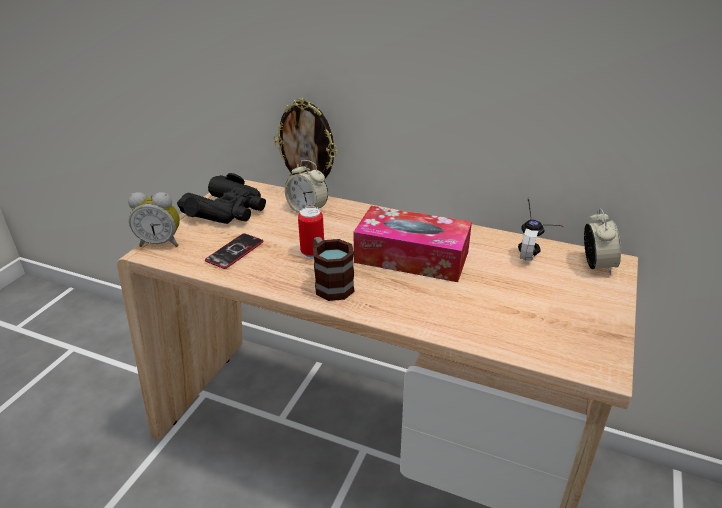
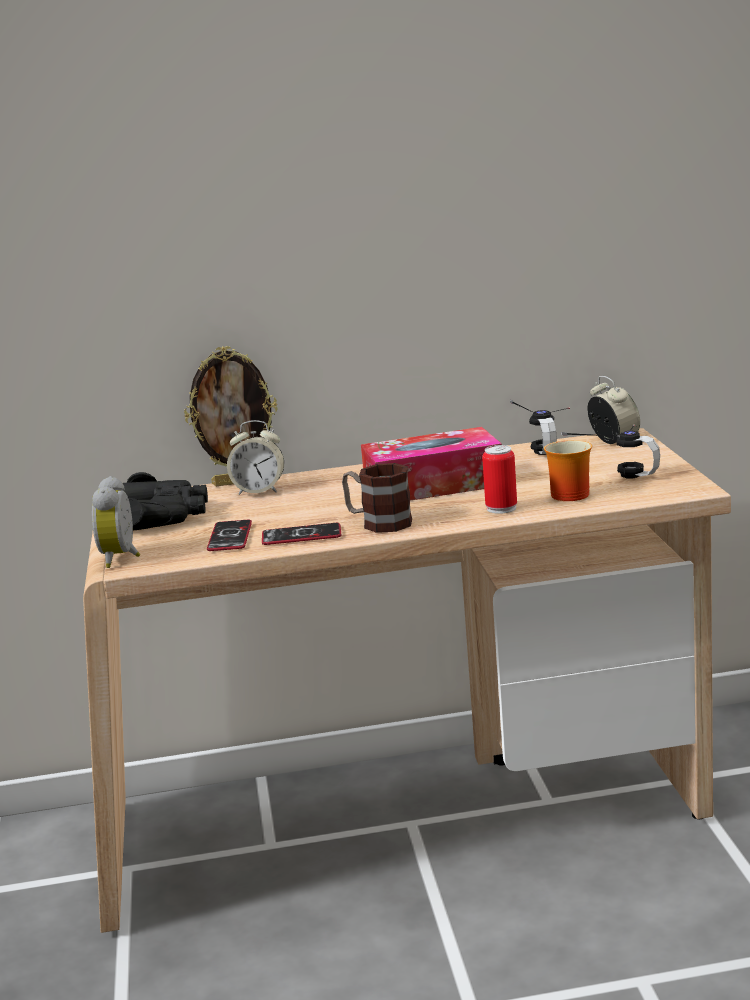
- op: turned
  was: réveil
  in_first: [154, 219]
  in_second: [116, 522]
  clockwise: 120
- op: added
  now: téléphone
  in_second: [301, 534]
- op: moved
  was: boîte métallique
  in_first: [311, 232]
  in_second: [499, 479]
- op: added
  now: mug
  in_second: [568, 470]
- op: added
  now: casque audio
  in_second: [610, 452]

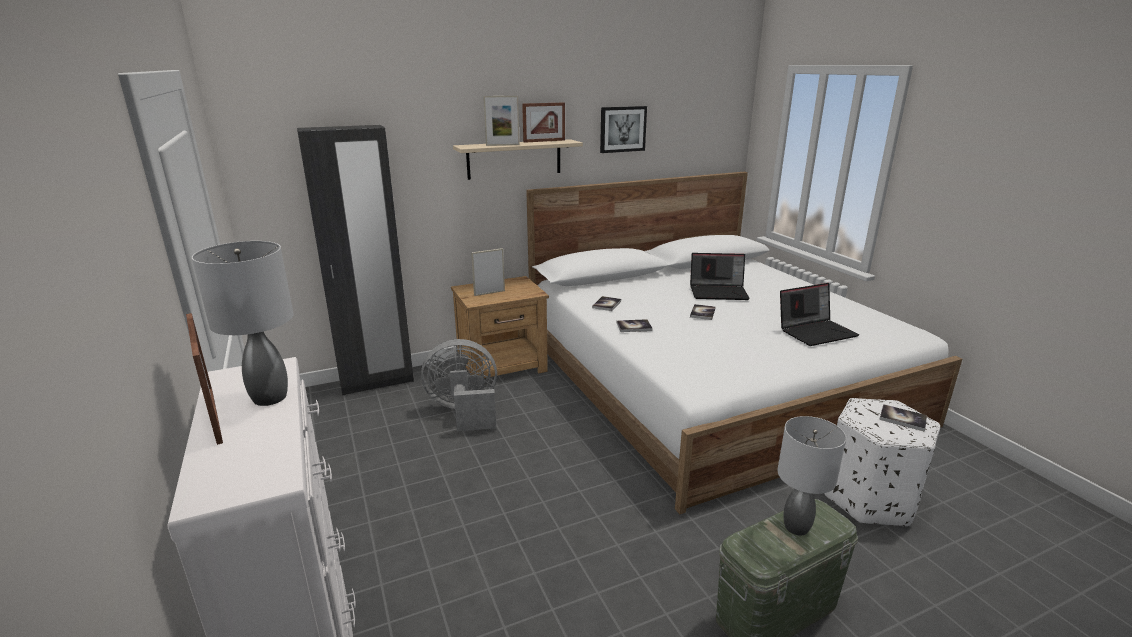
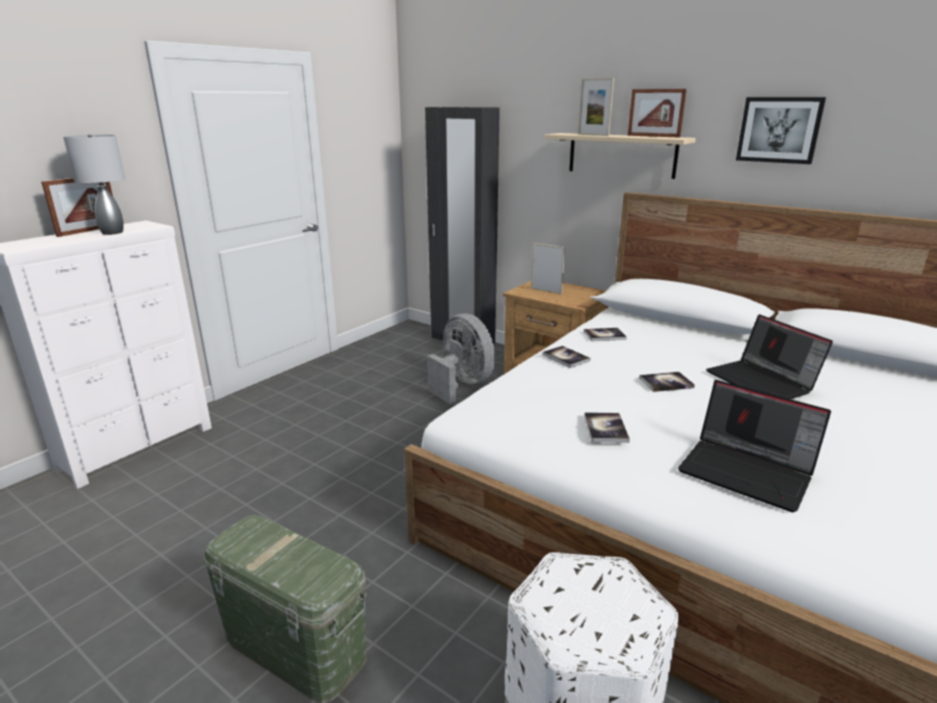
- op: moved
  was: livre
  in_first: [903, 418]
  in_second: [607, 427]
- op: removed
  was: lampe de table (gris)
  in_first: [811, 476]

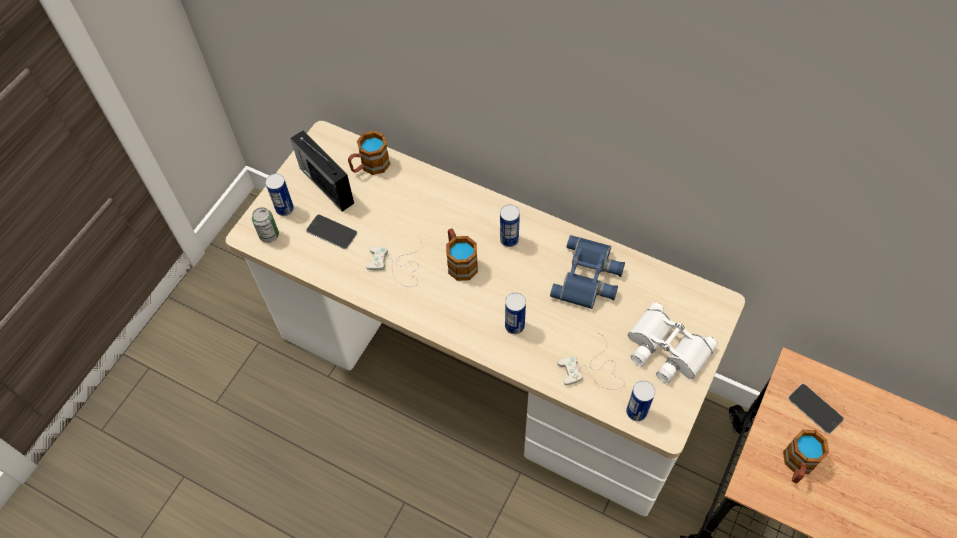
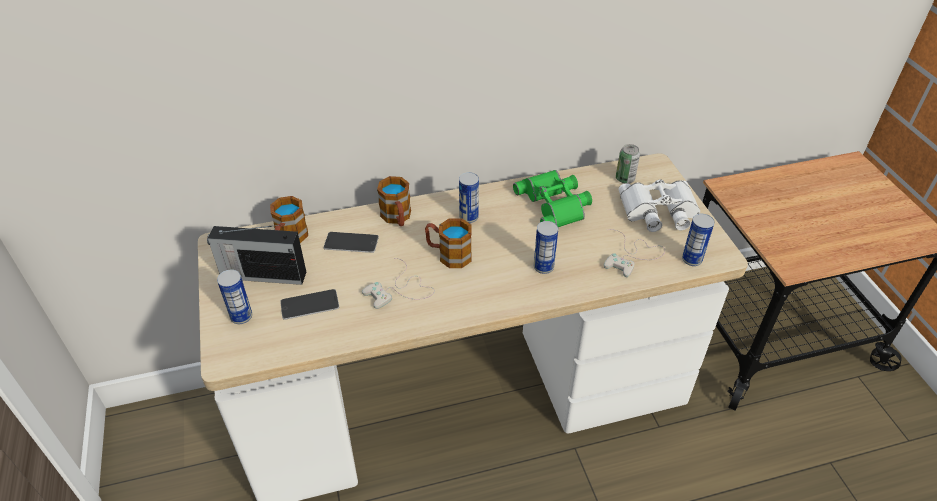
- op: moved
  was: téléphone
  in_first: [816, 409]
  in_second: [351, 242]
- op: moved
  was: mug
  in_first: [806, 456]
  in_second: [394, 201]
- op: recoloured
  was: jumelles (bleu)
  now: jumelles (vert)
  in_first: [587, 272]
  in_second: [552, 198]
- op: moved
  was: boîte métallique
  in_first: [265, 225]
  in_second: [628, 163]

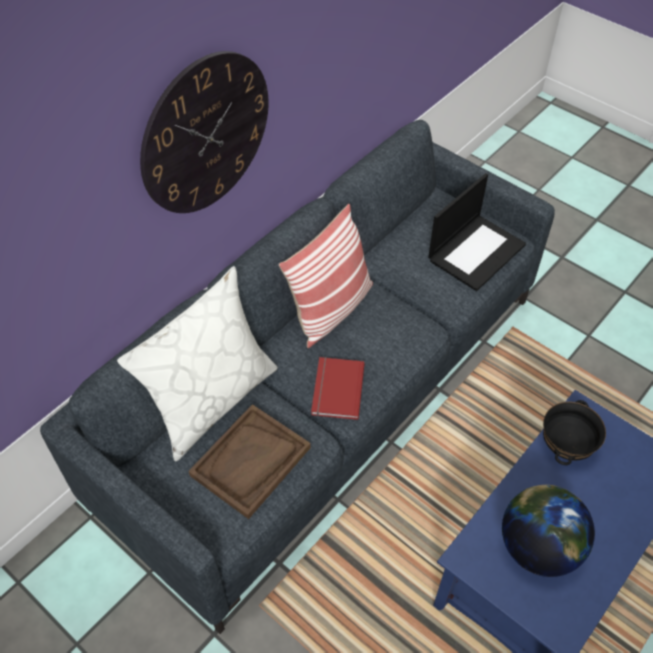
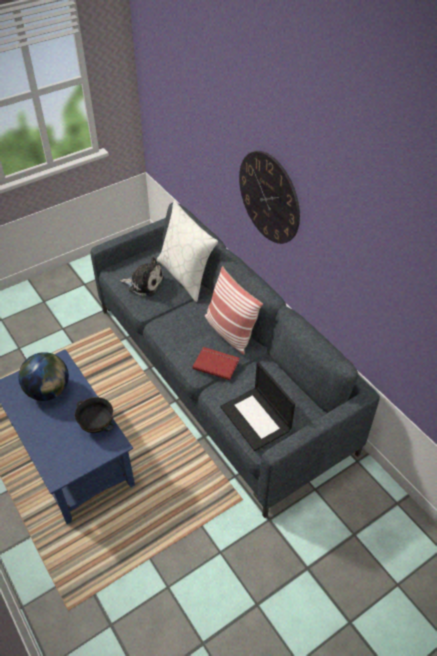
- op: replaced
  was: plateau (marron)
  now: peluche
  in_first: [249, 461]
  in_second: [142, 276]
- op: moved
  was: livre (rouge)
  in_first: [338, 388]
  in_second: [215, 363]

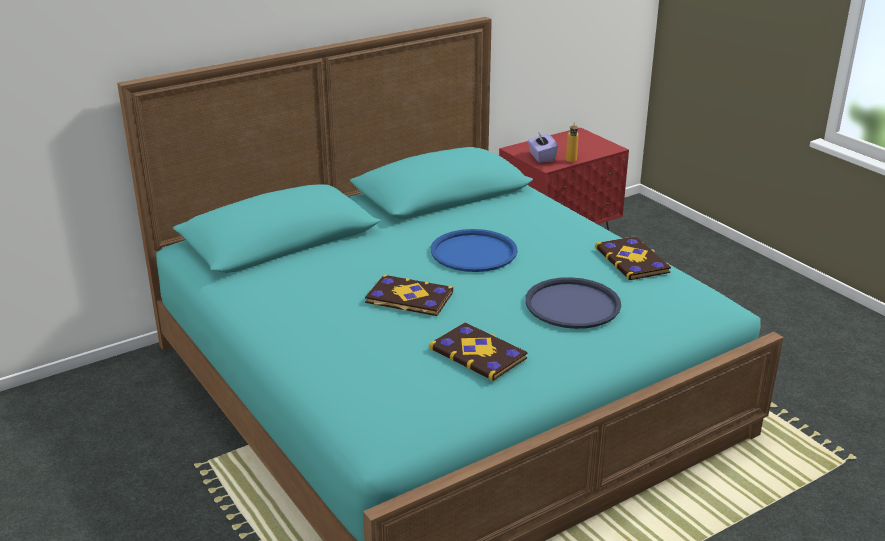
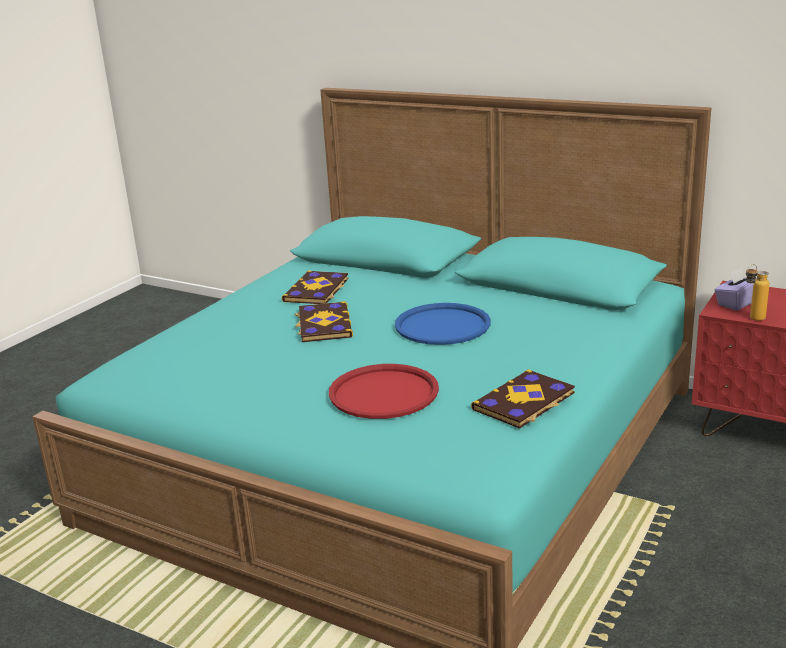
- op: moved
  was: livre
  in_first: [478, 352]
  in_second: [315, 287]
- op: recoloured
  was: plateau (bleu)
  now: plateau (rouge)
  in_first: [573, 303]
  in_second: [384, 391]

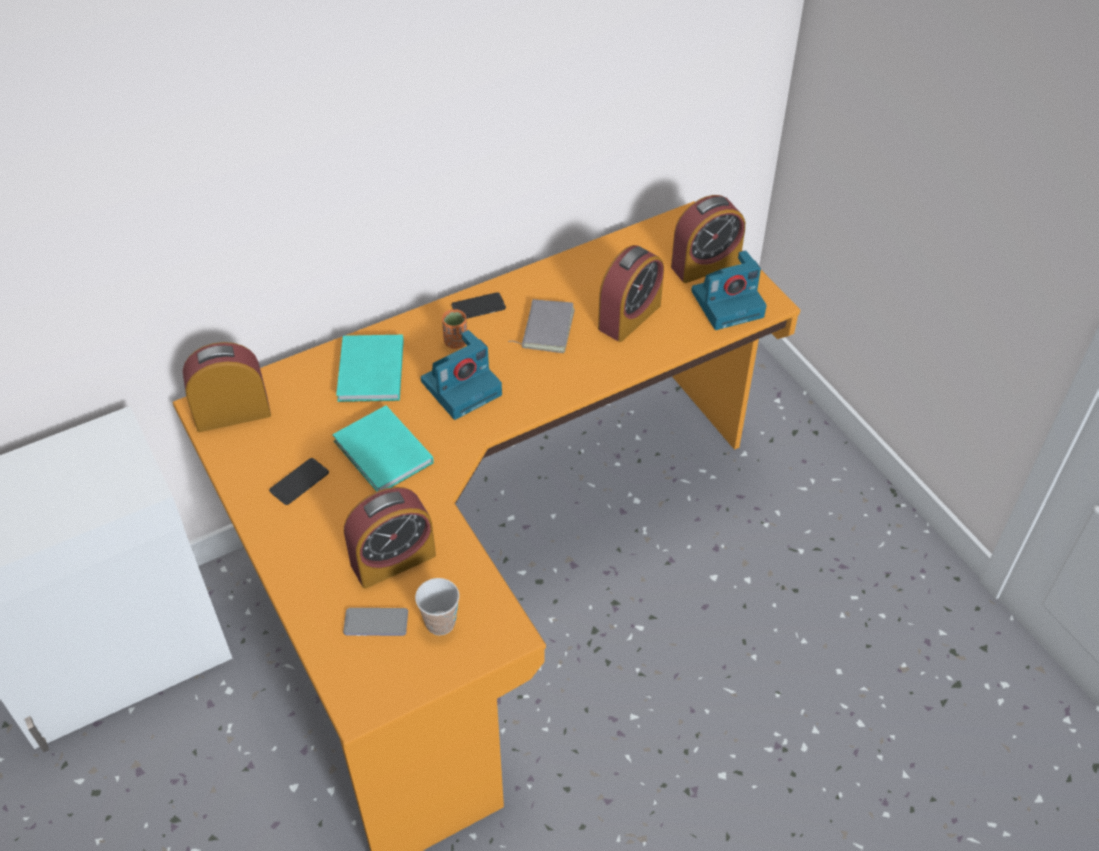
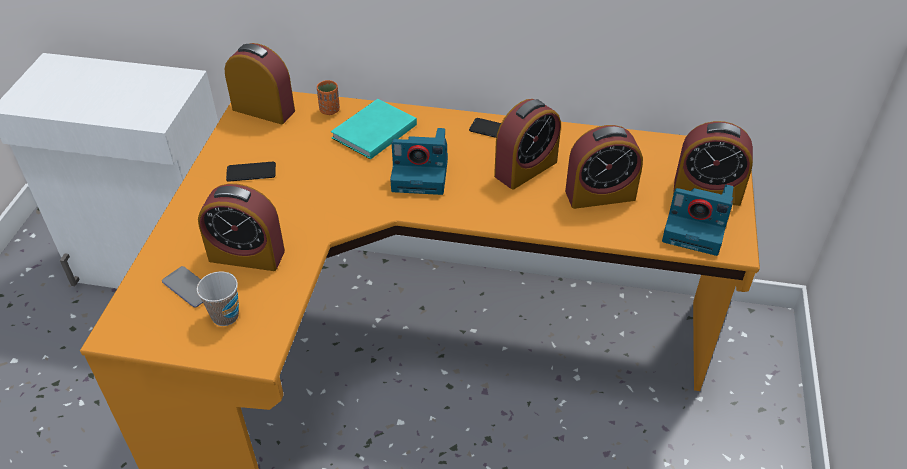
- op: moved
  was: tasse (orange)
  in_first: [454, 329]
  in_second: [328, 97]
- op: replaced
  was: livre (gris)
  now: réveil
  in_first: [541, 326]
  in_second: [527, 144]
- op: removed
  was: livre (turquoise)
  in_first: [383, 448]

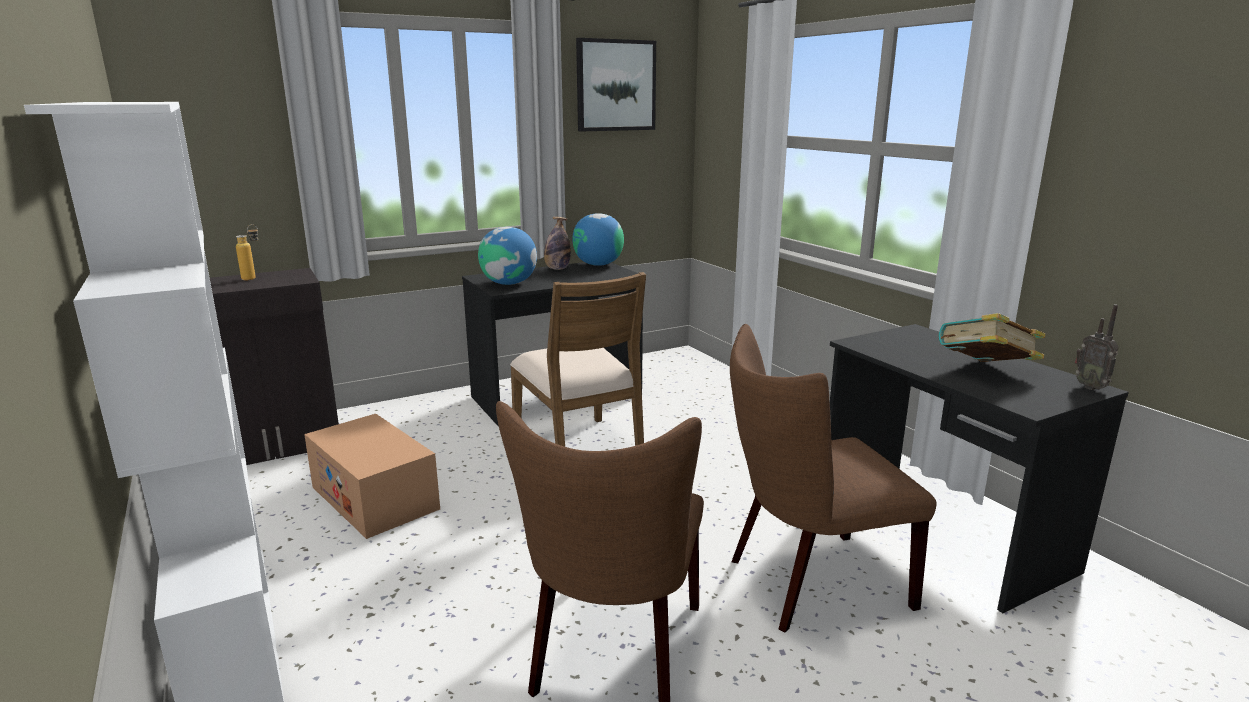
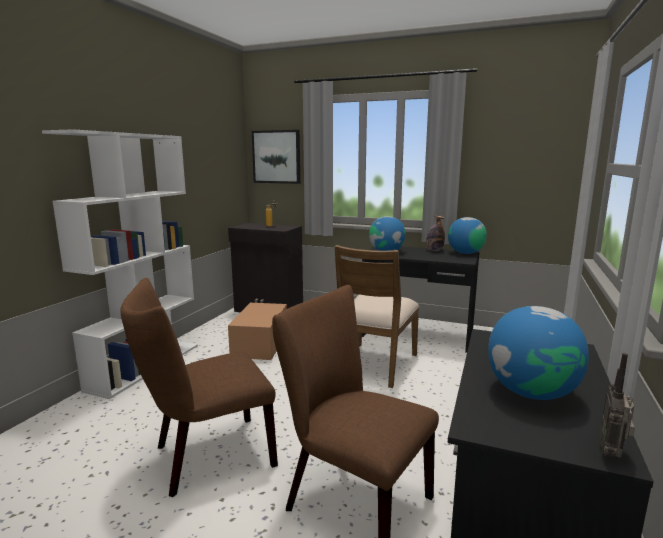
- op: moved
  was: tableau
  in_first: [616, 84]
  in_second: [276, 157]
- op: replaced
  was: livre
  now: globe
  in_first: [991, 337]
  in_second: [538, 353]

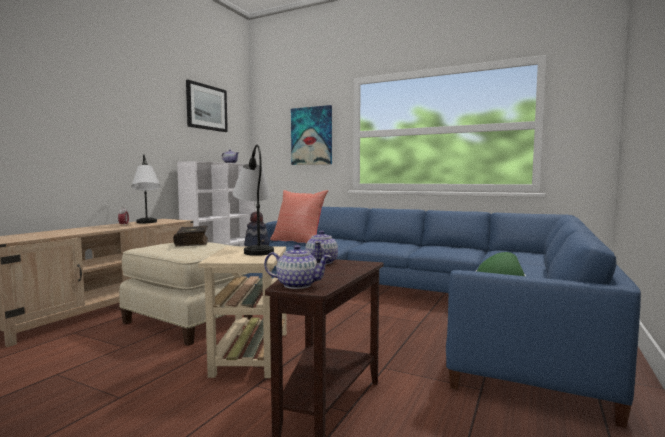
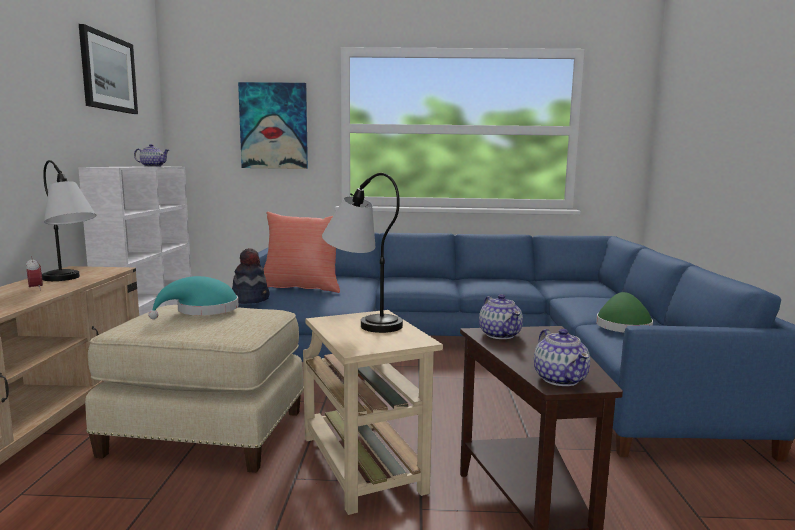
- op: replaced
  was: livre
  now: chapeau (turquoise)
  in_first: [190, 236]
  in_second: [193, 297]
- op: turned
  was: théière
  in_first: [297, 267]
  in_second: [562, 357]
  clockwise: 90

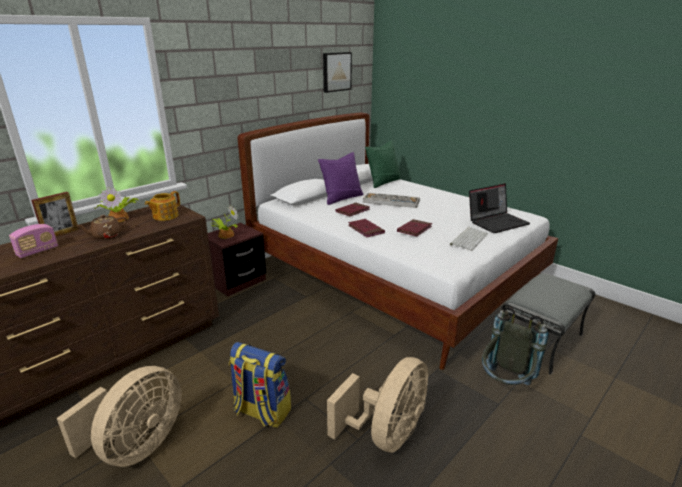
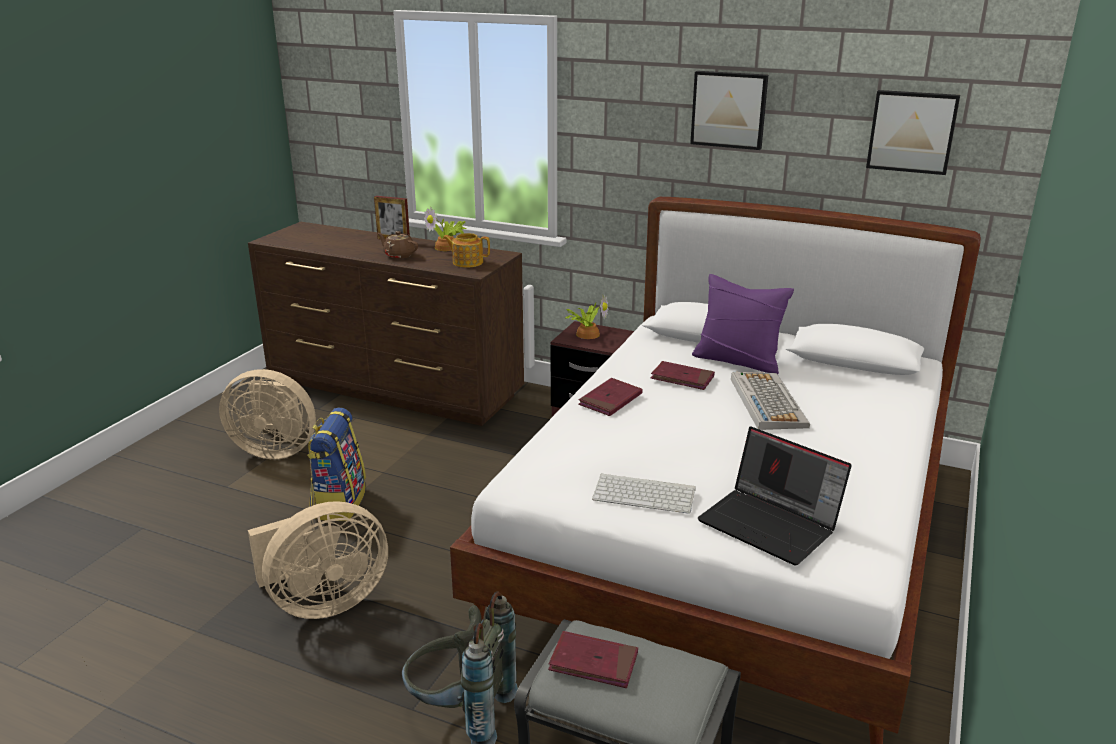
- op: turned
  was: ventilateur (beige)
  in_first: [377, 405]
  in_second: [318, 560]
  clockwise: -45
- op: moved
  was: livre (rouge)
  in_first: [414, 227]
  in_second: [593, 659]
- op: added
  now: tableau
  in_second: [729, 110]
- op: removed
  was: radio
  in_first: [33, 241]
- op: removed
  was: coussin (vert)
  in_first: [383, 164]

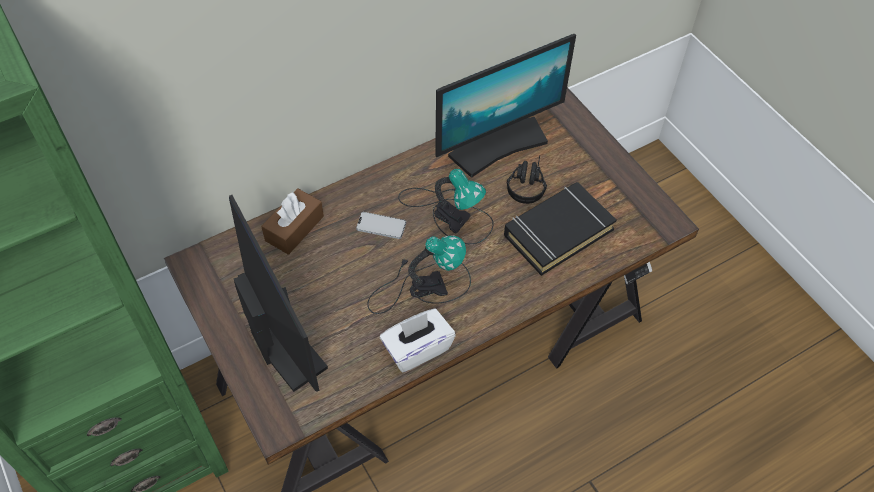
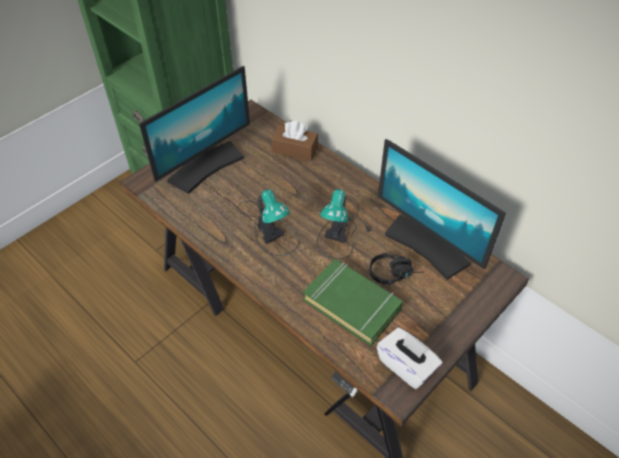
- op: recoloured
  was: livre (noir)
  now: livre (vert)
  in_first: [560, 229]
  in_second: [353, 302]
- op: moved
  was: boîte à mouchoirs (blanc)
  in_first: [418, 340]
  in_second: [409, 358]
- op: removed
  was: téléphone
  in_first: [381, 225]

